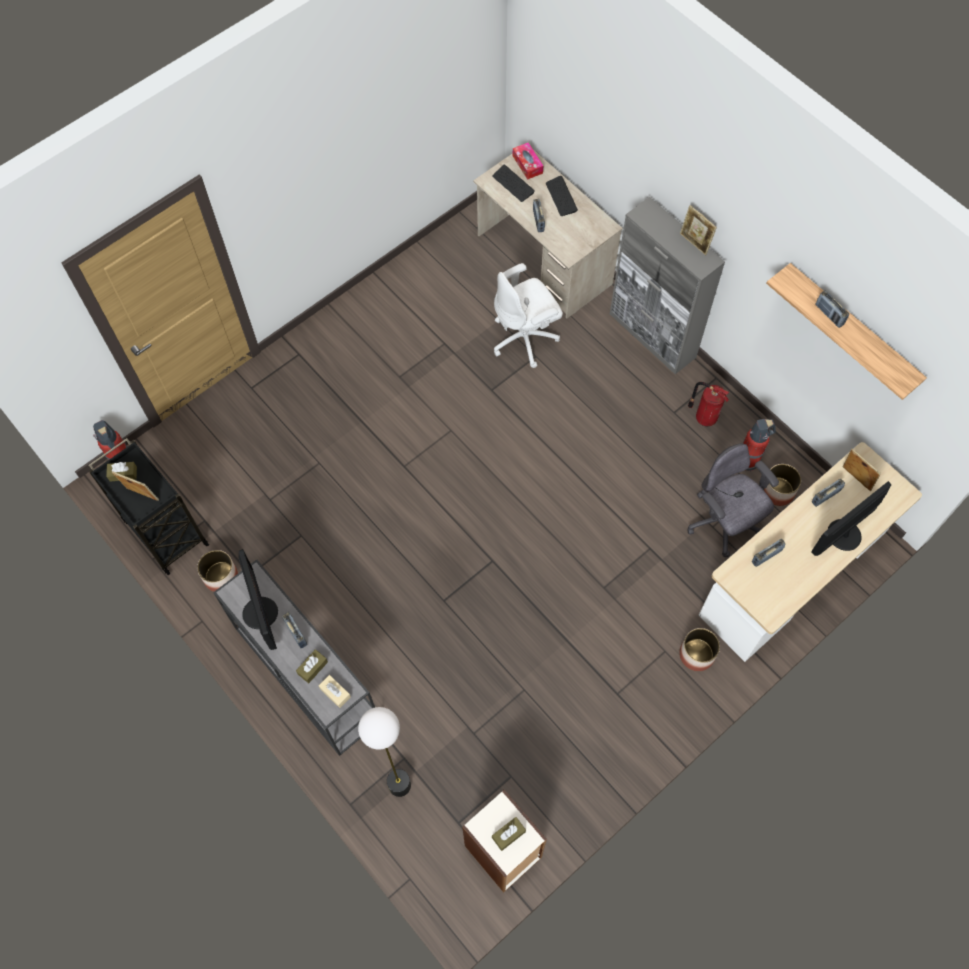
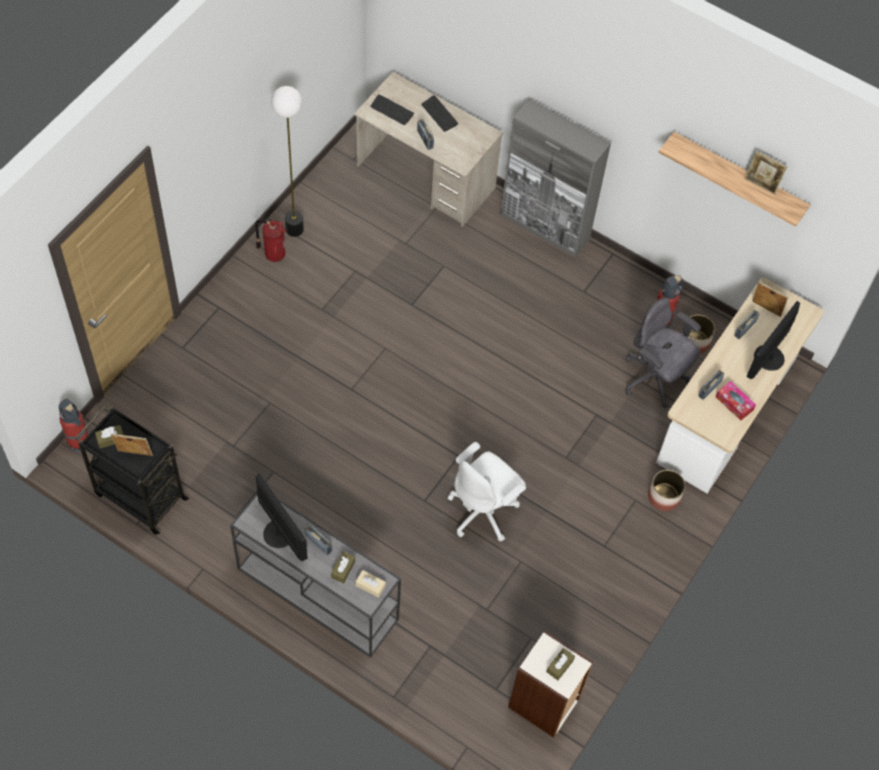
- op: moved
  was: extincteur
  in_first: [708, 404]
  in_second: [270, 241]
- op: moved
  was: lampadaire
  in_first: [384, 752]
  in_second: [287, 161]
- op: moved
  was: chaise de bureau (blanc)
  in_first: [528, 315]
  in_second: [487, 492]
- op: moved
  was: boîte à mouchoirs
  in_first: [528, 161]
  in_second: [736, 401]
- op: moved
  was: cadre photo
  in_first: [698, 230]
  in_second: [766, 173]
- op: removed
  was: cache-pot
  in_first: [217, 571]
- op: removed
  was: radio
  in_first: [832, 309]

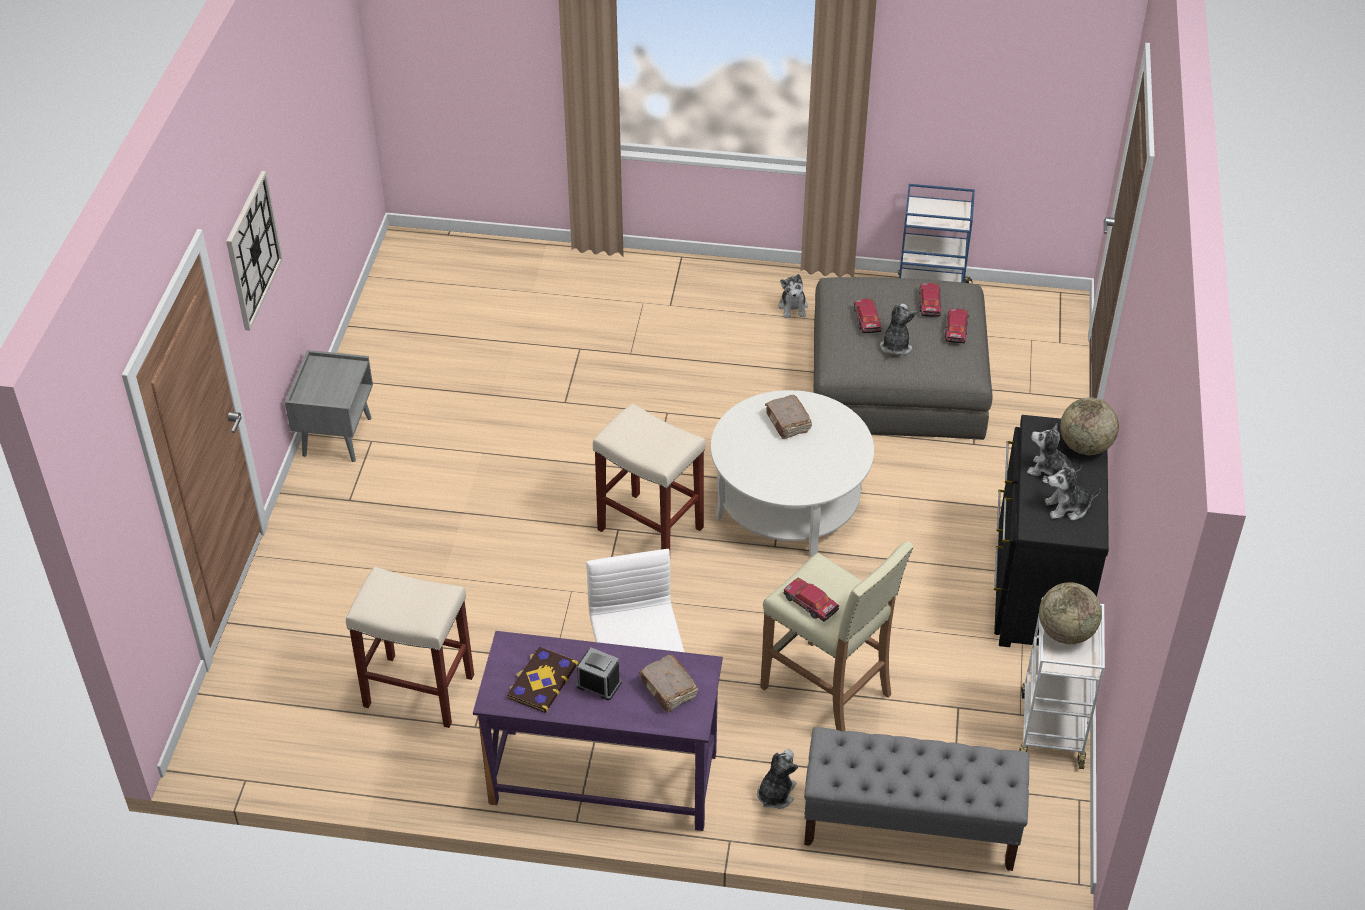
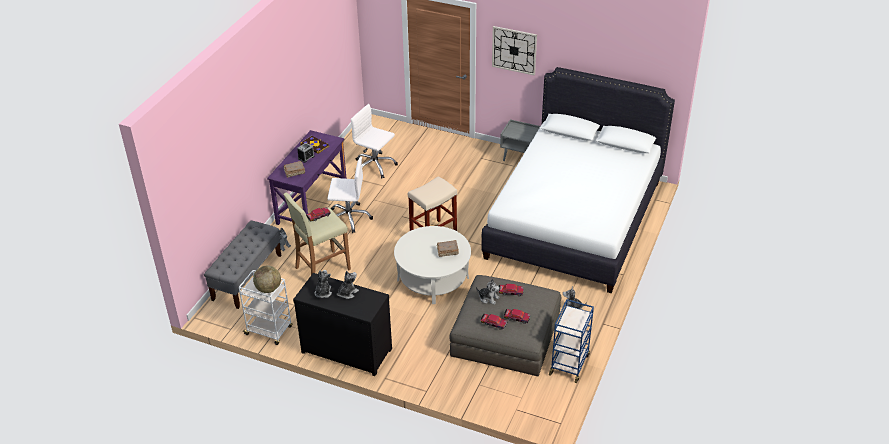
- op: replaced
  was: tabouret (beige)
  now: chaise de bureau (blanc)
  in_first: [410, 647]
  in_second: [374, 141]
- op: added
  now: lit (blanc)
  in_second: [578, 180]
- op: removed
  was: globe
  in_first: [1089, 426]

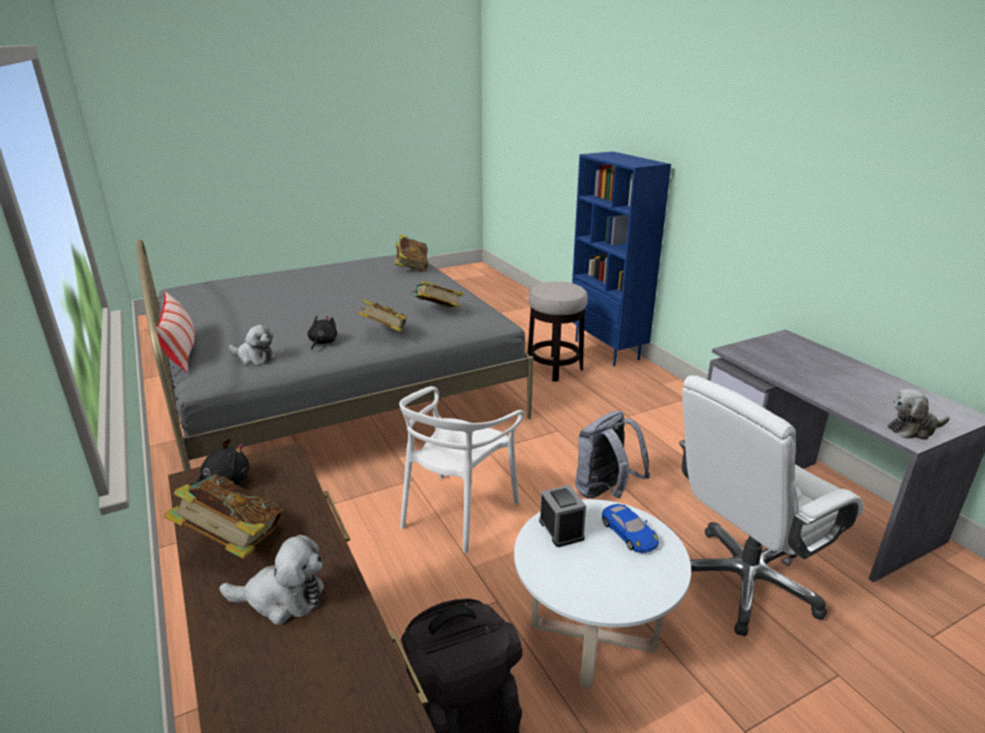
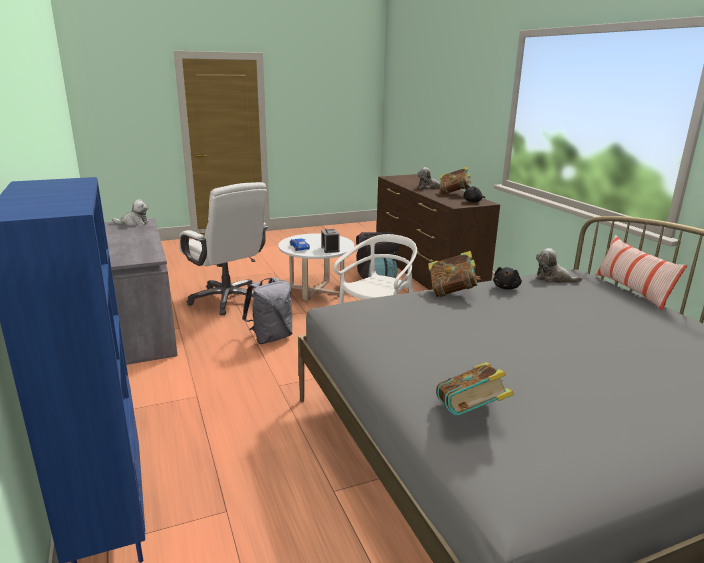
- op: turned
  was: chaise de bureau (blanc)
  in_first: [771, 505]
  in_second: [223, 248]
  clockwise: 75
- op: removed
  was: livre
  in_first: [437, 294]
- op: removed
  was: tabouret
  in_first: [558, 331]

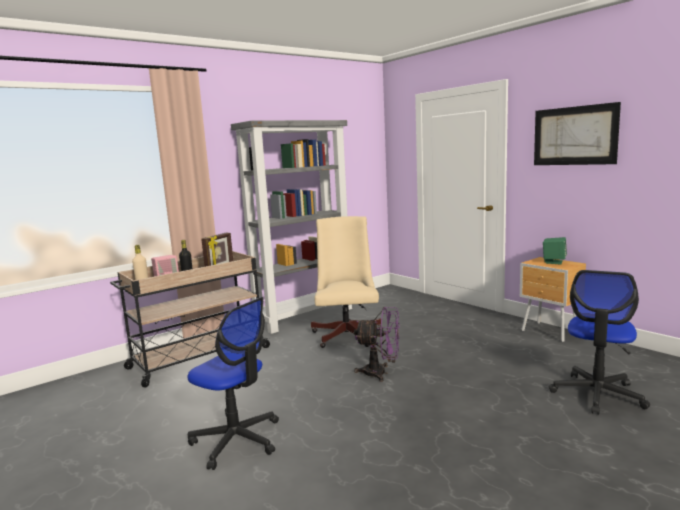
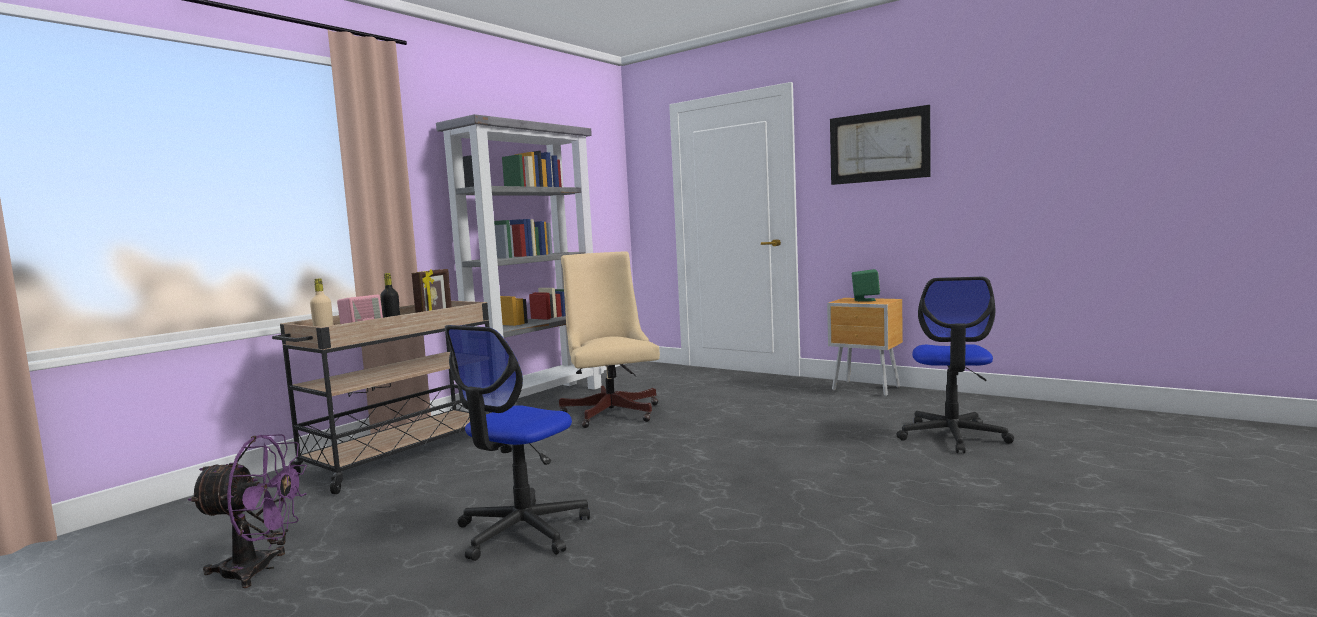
- op: moved
  was: ventilateur (violet)
  in_first: [377, 344]
  in_second: [247, 511]
- op: turned
  was: chaise de bureau
  in_first: [233, 383]
  in_second: [517, 443]
  clockwise: 105

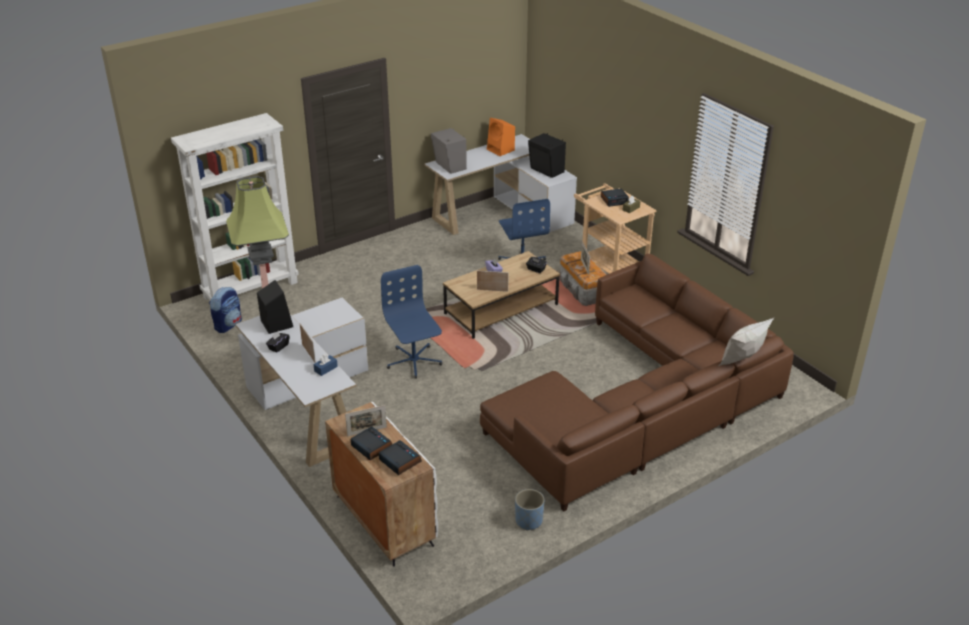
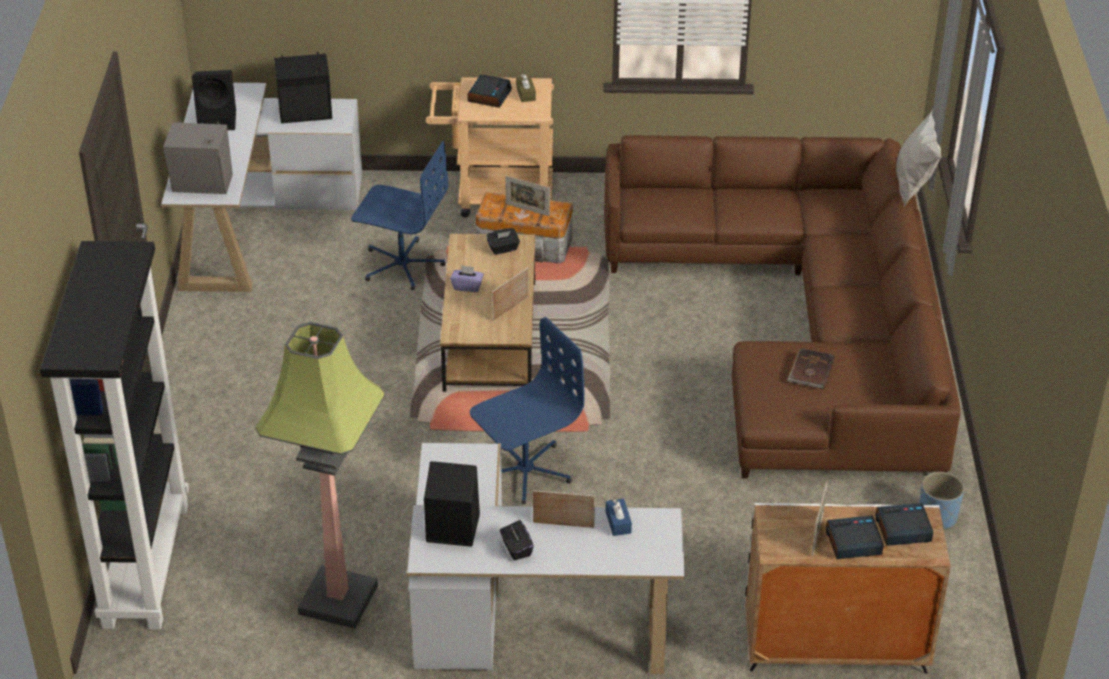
- op: recoloured
  was: bibliothèque (blanc)
  now: bibliothèque (noir)
  in_first: [235, 206]
  in_second: [114, 435]
- op: recoloured
  was: enceinte (orange)
  now: enceinte (noir)
  in_first: [501, 137]
  in_second: [214, 100]
- op: turned
  was: chaise de bureau (bleu)
  in_first: [411, 322]
  in_second: [527, 411]
  clockwise: 135
- op: added
  now: livre (marron)
  in_second: [810, 368]
- op: removed
  was: sac à dos
  in_first: [225, 310]

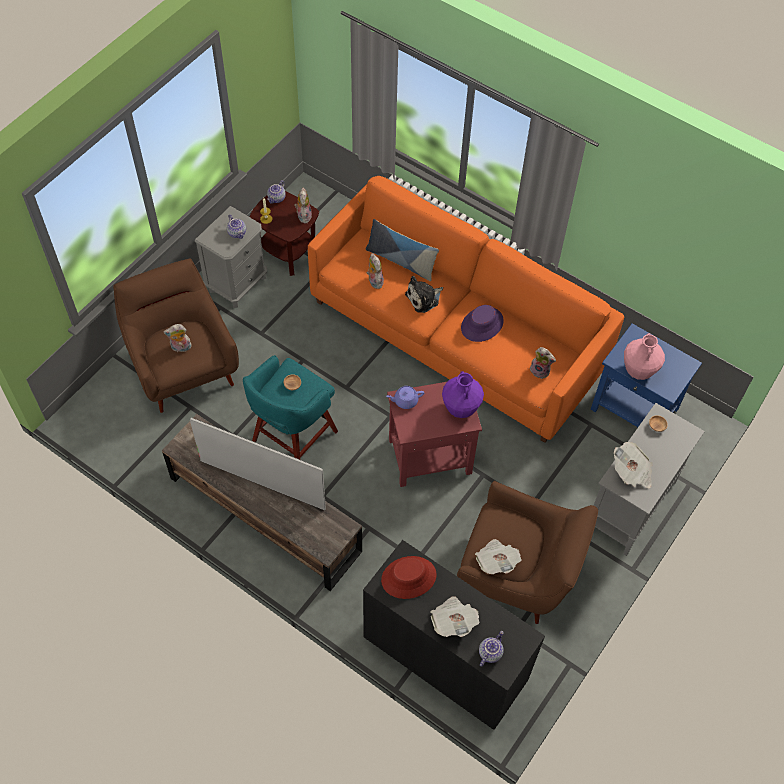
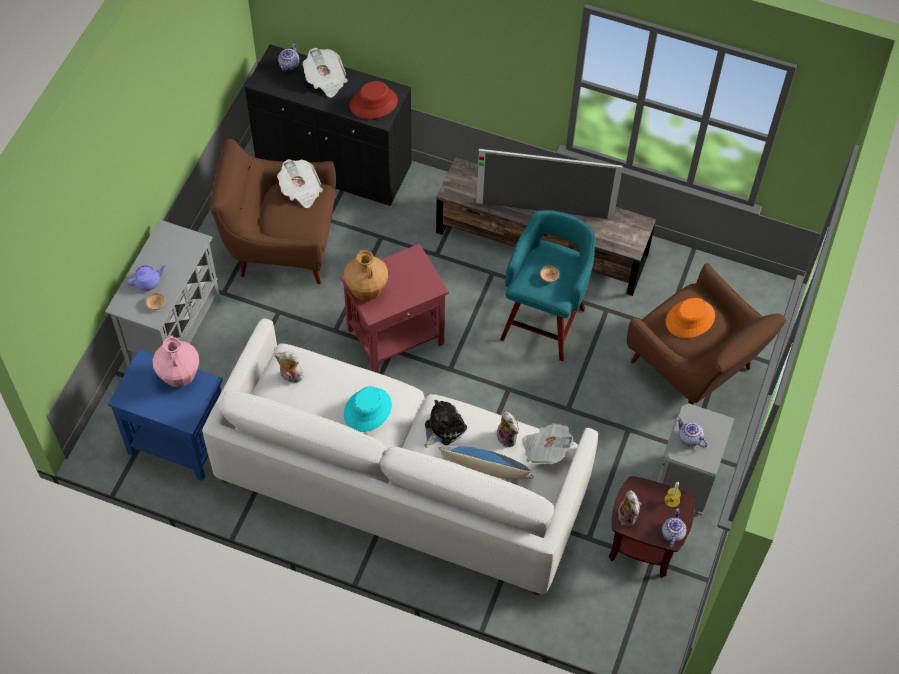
- op: moved
  was: théière (violet)
  in_first: [405, 397]
  in_second: [146, 278]
- op: recoloured
  was: canapé (orange)
  now: canapé (blanc)
  in_first: [466, 309]
  in_second: [400, 457]
- op: recoloured
  was: vase (violet)
  now: vase (marron)
  in_first: [463, 394]
  in_second: [366, 275]
- op: recoloured
  was: chapeau (violet)
  now: chapeau (turquoise)
  in_first: [482, 323]
  in_second: [368, 409]
- op: moved
  was: journal
  in_first: [633, 465]
  in_second: [548, 443]
- op: replaced
  was: peluche
  now: chapeau (orange)
  in_first: [178, 338]
  in_second: [690, 318]

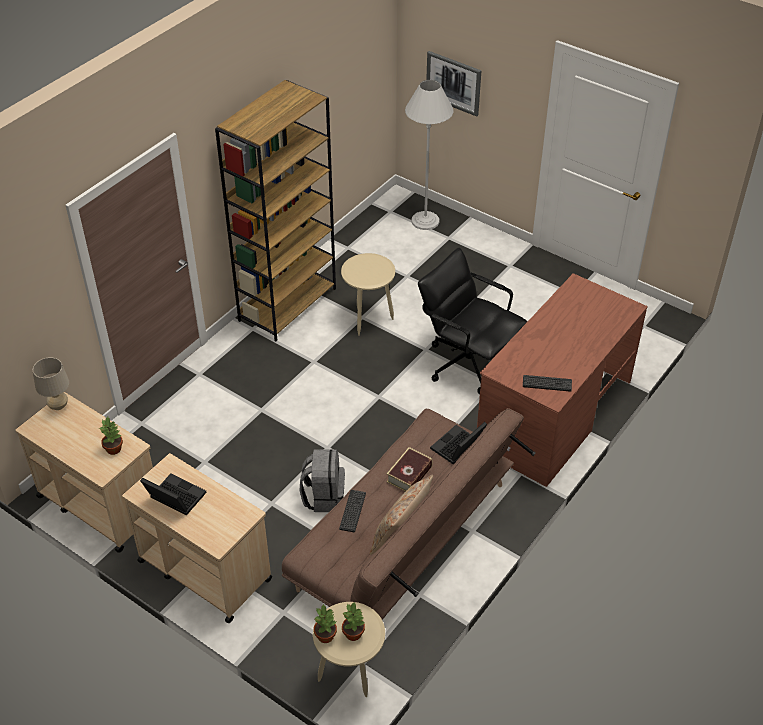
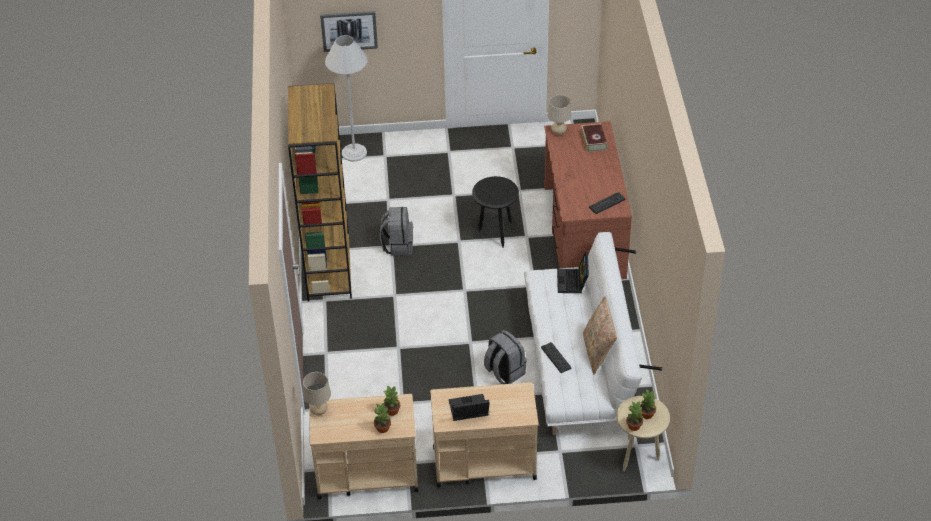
- op: added
  now: plante en pot
  in_second: [382, 418]
- op: replaced
  was: table d'appoint (beige)
  now: sac à dos (gris)
  in_first: [368, 294]
  in_second: [396, 231]
- op: replaced
  was: chaise de bureau (noir)
  now: table d'appoint (noir)
  in_first: [472, 321]
  in_second: [495, 212]
- op: recoloured
  was: canapé (marron)
  now: canapé (blanc)
  in_first: [409, 514]
  in_second: [593, 333]
- op: added
  now: lampe de table (beige)
  in_second: [559, 115]
- op: moved
  was: livre
  in_first: [410, 469]
  in_second: [594, 137]

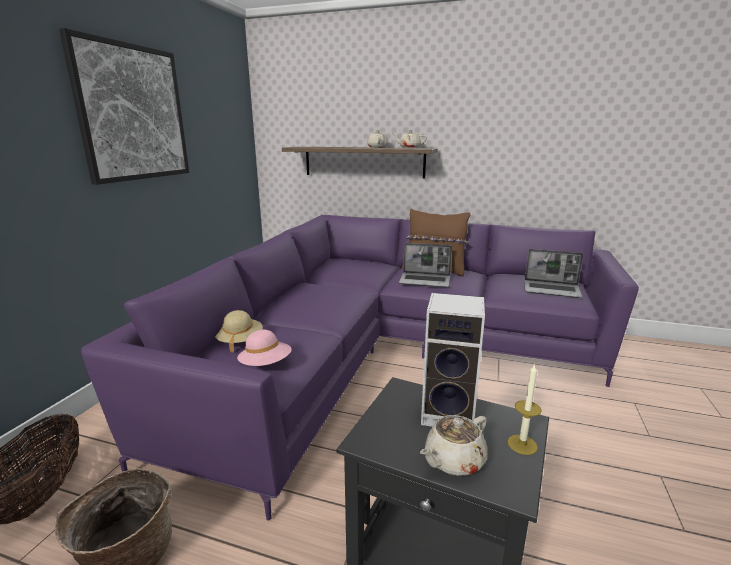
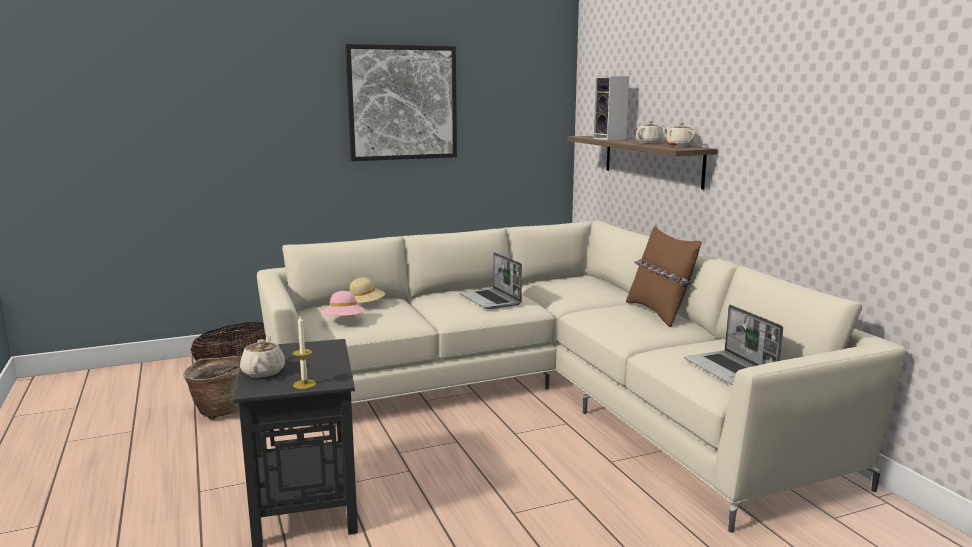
- op: turned
  was: théière (beige)
  in_first: [453, 445]
  in_second: [262, 356]
  clockwise: 75
- op: recoloured
  was: canapé (violet)
  now: canapé (beige)
  in_first: [360, 367]
  in_second: [581, 376]
- op: moved
  was: ordinateur portable
  in_first: [425, 265]
  in_second: [491, 280]
- op: moved
  was: enceinte
  in_first: [453, 360]
  in_second: [611, 108]

